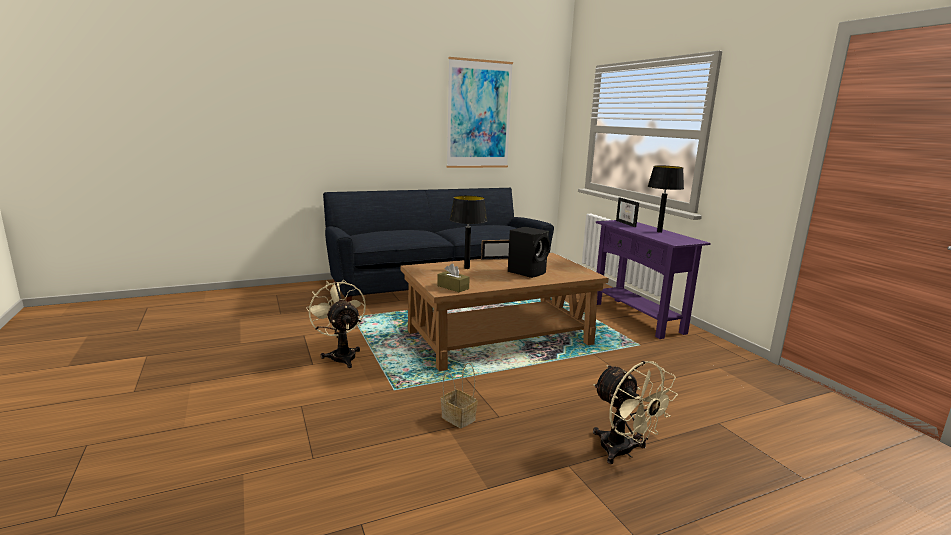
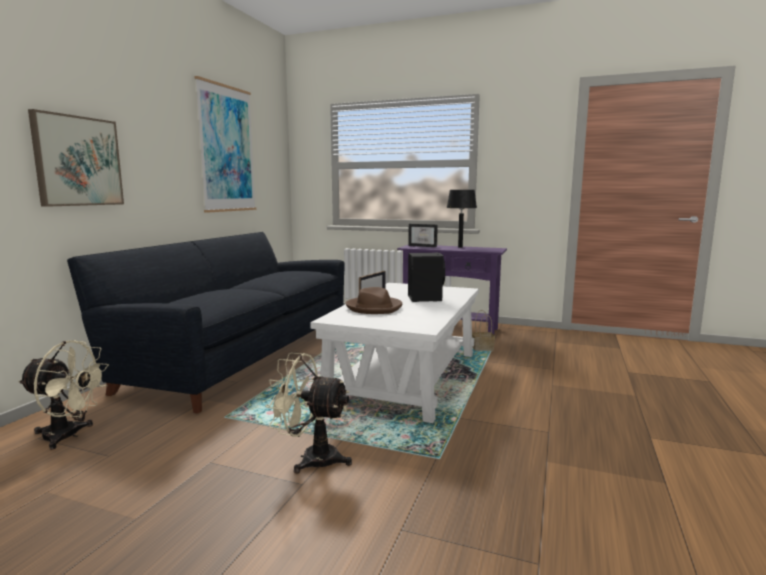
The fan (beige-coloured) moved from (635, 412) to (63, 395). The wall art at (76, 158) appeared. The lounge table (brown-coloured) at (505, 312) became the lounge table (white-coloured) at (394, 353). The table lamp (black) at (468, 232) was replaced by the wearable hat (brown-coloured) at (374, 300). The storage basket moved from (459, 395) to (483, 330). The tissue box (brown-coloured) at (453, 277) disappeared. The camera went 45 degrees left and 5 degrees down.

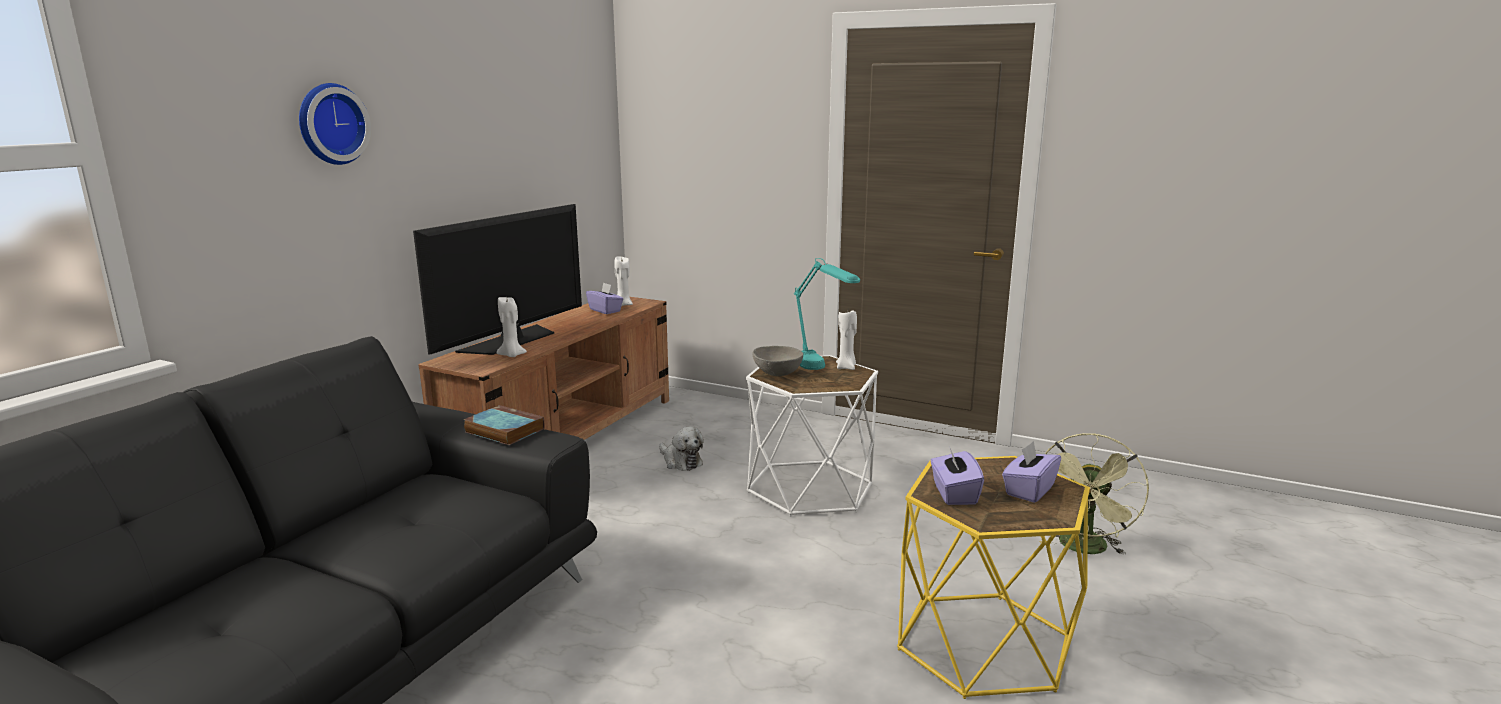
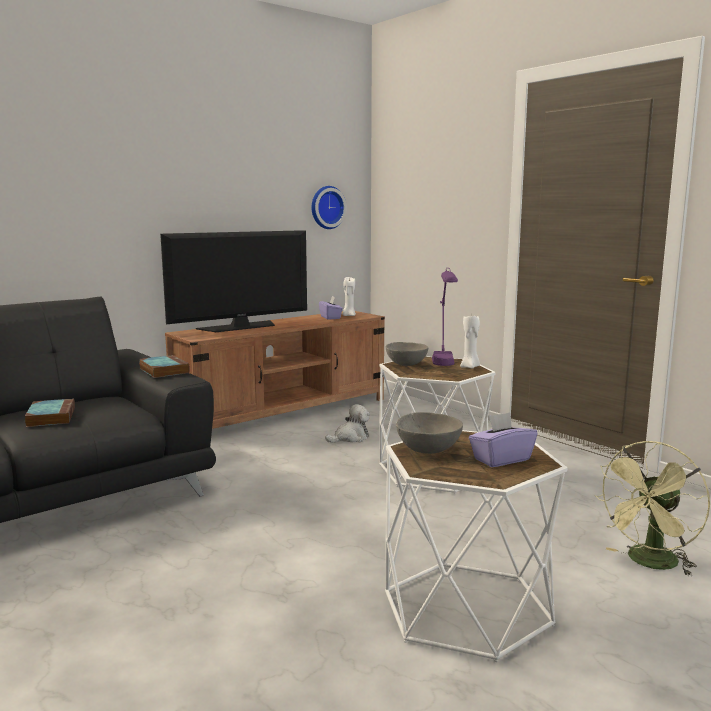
The bound book at (50, 412) appeared. The clock on the wall moved from (335, 124) to (329, 207). The plush toy at (681, 448) turned 105 degrees counterclockwise. The end table (yellow-coloured) at (993, 577) became the end table (white-coloured) at (476, 546). The tissue box (purple) at (957, 475) was replaced by the serving bowl (greyish) at (429, 433). The table lamp (turquoise-coloured) at (827, 314) became the table lamp (purple) at (445, 317). The wax candle (white-coloured) at (512, 327) disappeared. The camera went 25 degrees right and 5 degrees down.

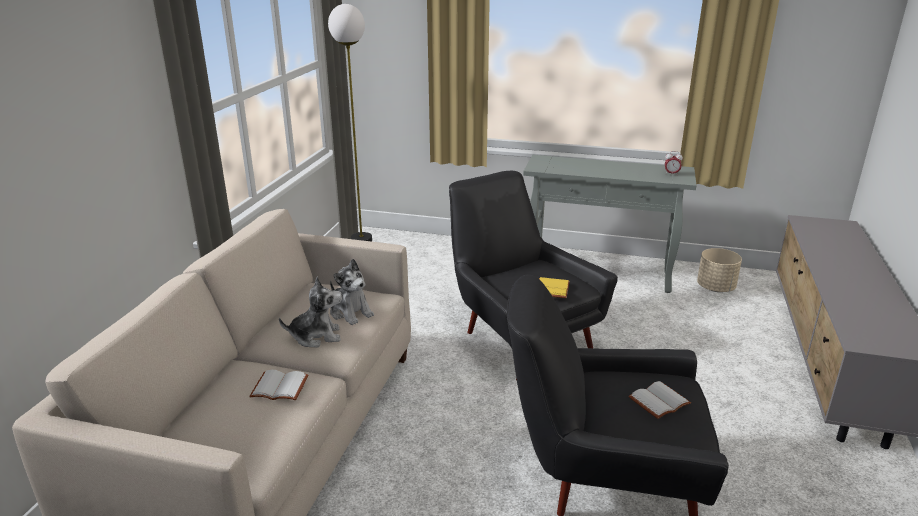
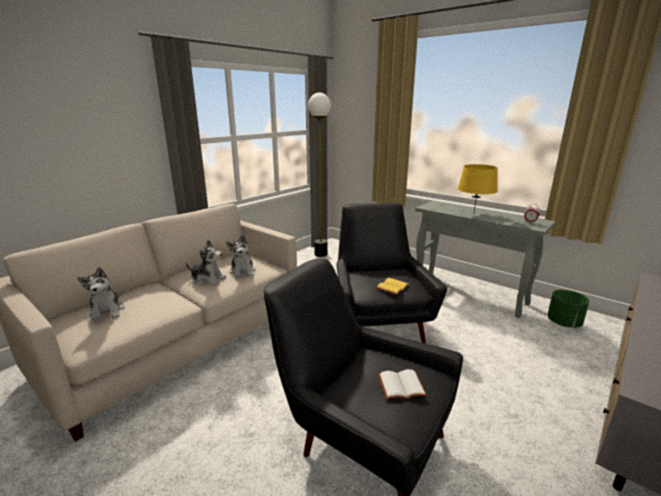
The plush toy at (101, 295) appeared. The table lamp (yellow-coloured) at (478, 188) appeared. The plant pot (beige-coloured) at (719, 270) became the plant pot (green-coloured) at (568, 309). The bound book (white-coloured) at (278, 385) disappeared. The camera went 25 degrees right and 5 degrees down.

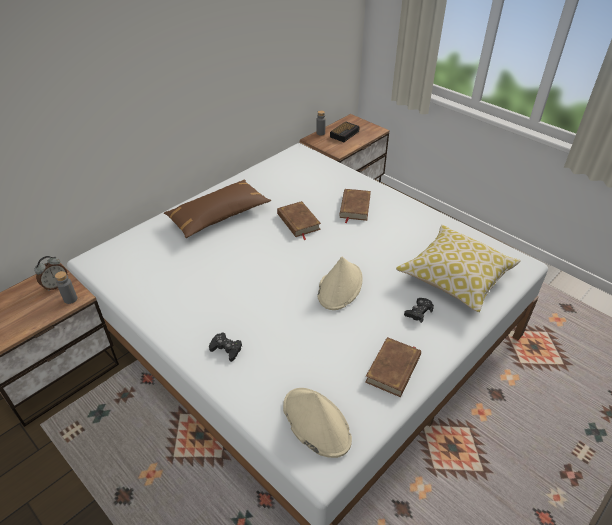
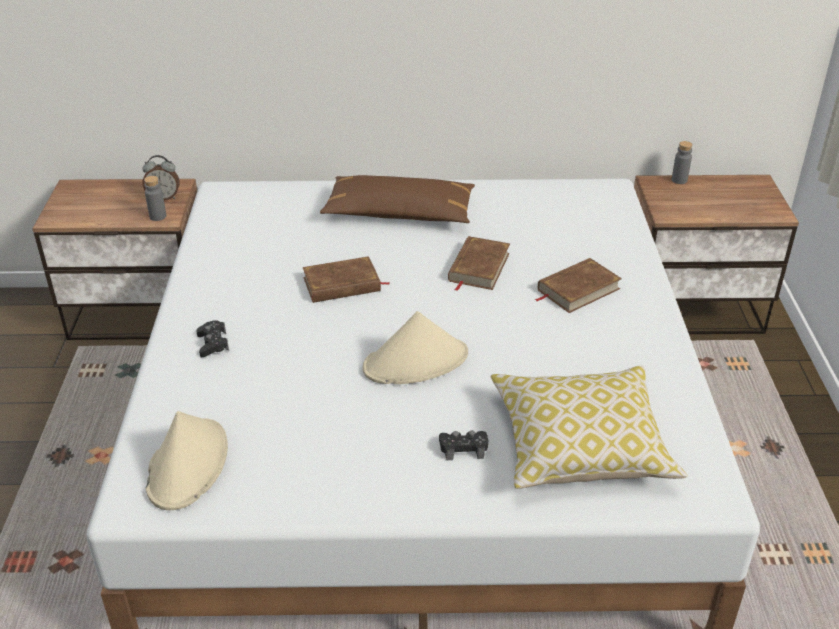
The bound book (brown-coloured) moved from (393, 367) to (346, 279). The alarm clock at (345, 132) disappeared. The camera went 45 degrees right and 5 degrees down.

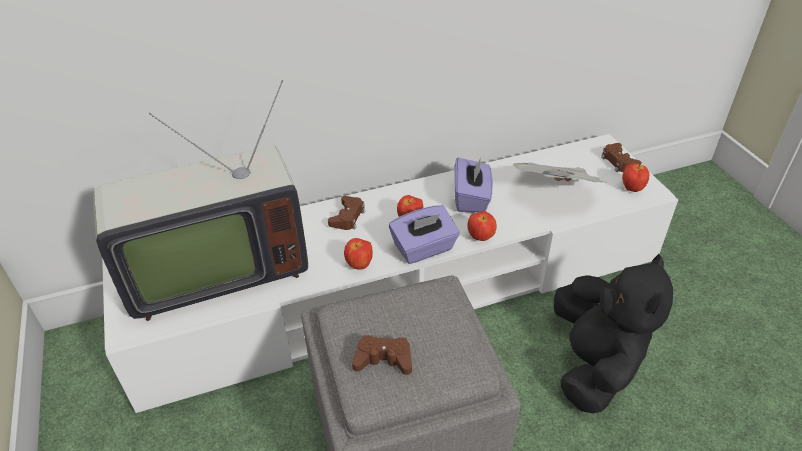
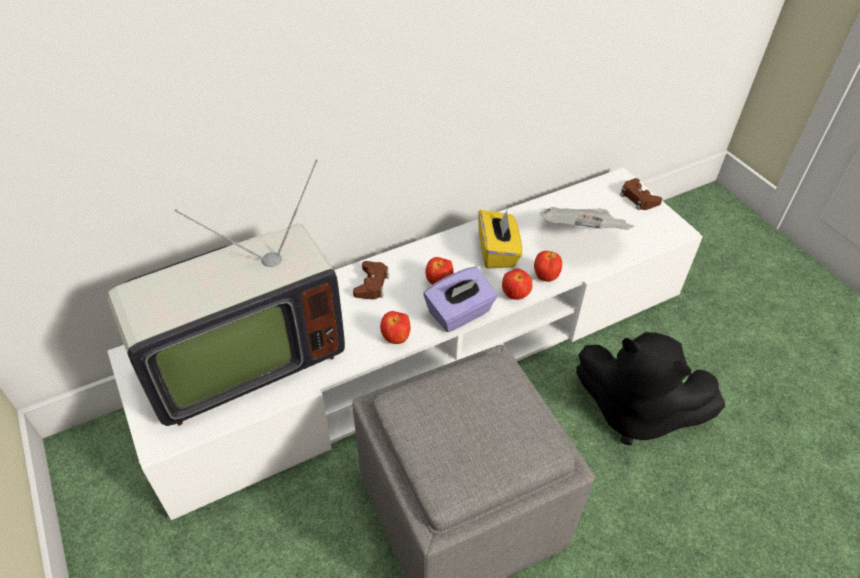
The tissue box (purple) at (473, 185) became the tissue box (yellow-coloured) at (500, 239). The apple moved from (636, 177) to (548, 266). The plush toy (black) at (613, 333) turned 120 degrees clockwise. The game controller (brown-coloured) at (382, 355) disappeared. The camera went 10 degrees left and 5 degrees up.

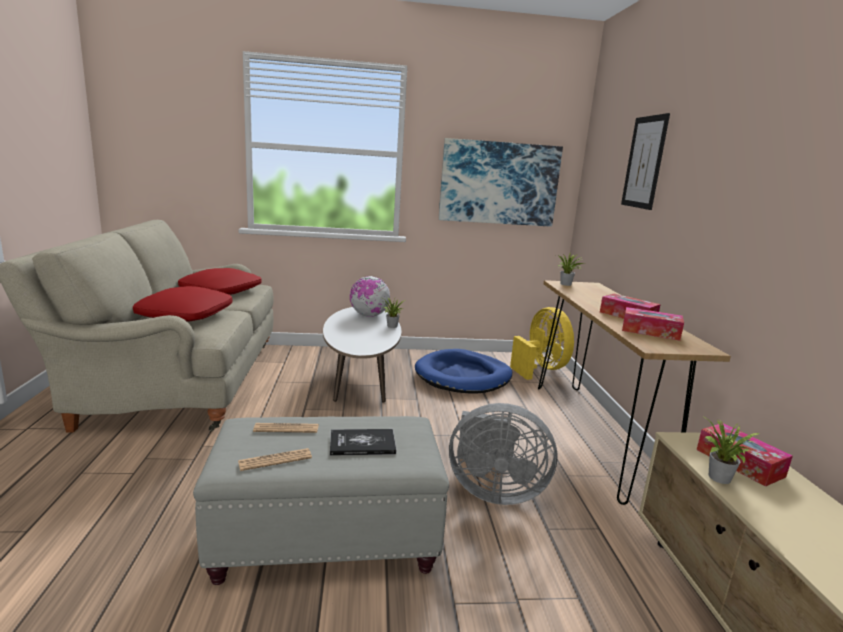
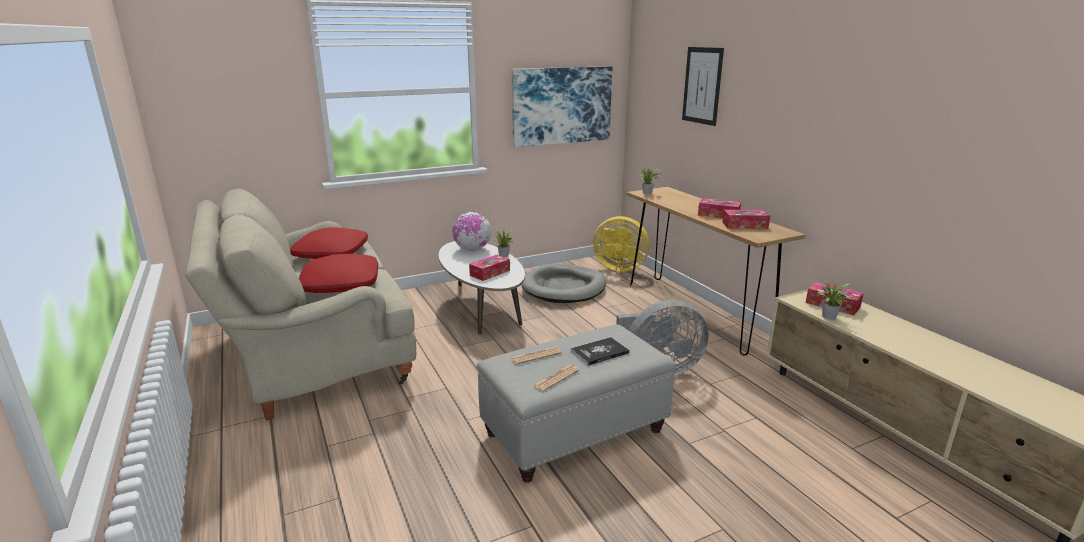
The tissue box at (489, 268) appeared. The dog bed (bluish) at (463, 371) became the dog bed (greyish) at (563, 283). The fan (yellow-coloured) at (542, 343) turned 150 degrees clockwise. The camera went 20 degrees left and 5 degrees up.

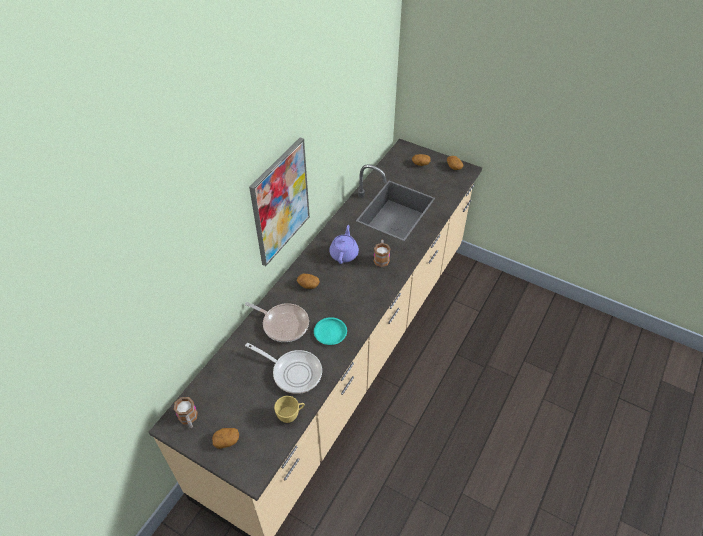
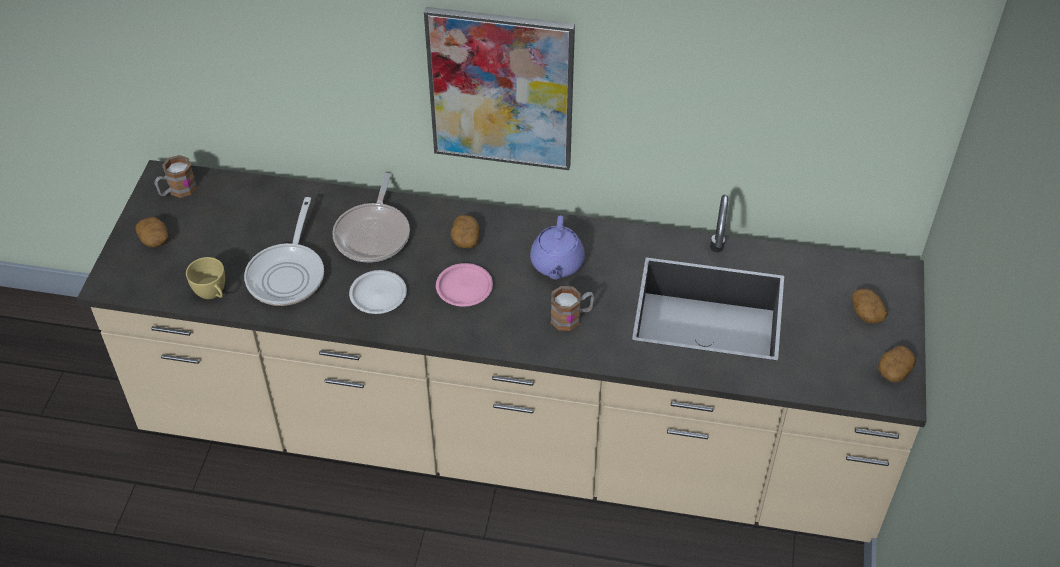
The dinner plate (turquoise-coloured) at (330, 331) became the dinner plate (white-coloured) at (378, 292). The dinner plate (pink-coloured) at (464, 285) appeared. The teapot (purple) at (344, 244) turned 105 degrees clockwise. The camera went 70 degrees right and 0 degrees up.

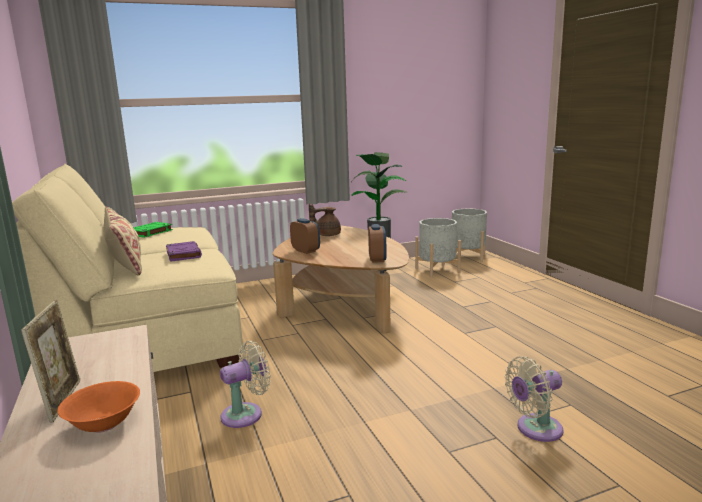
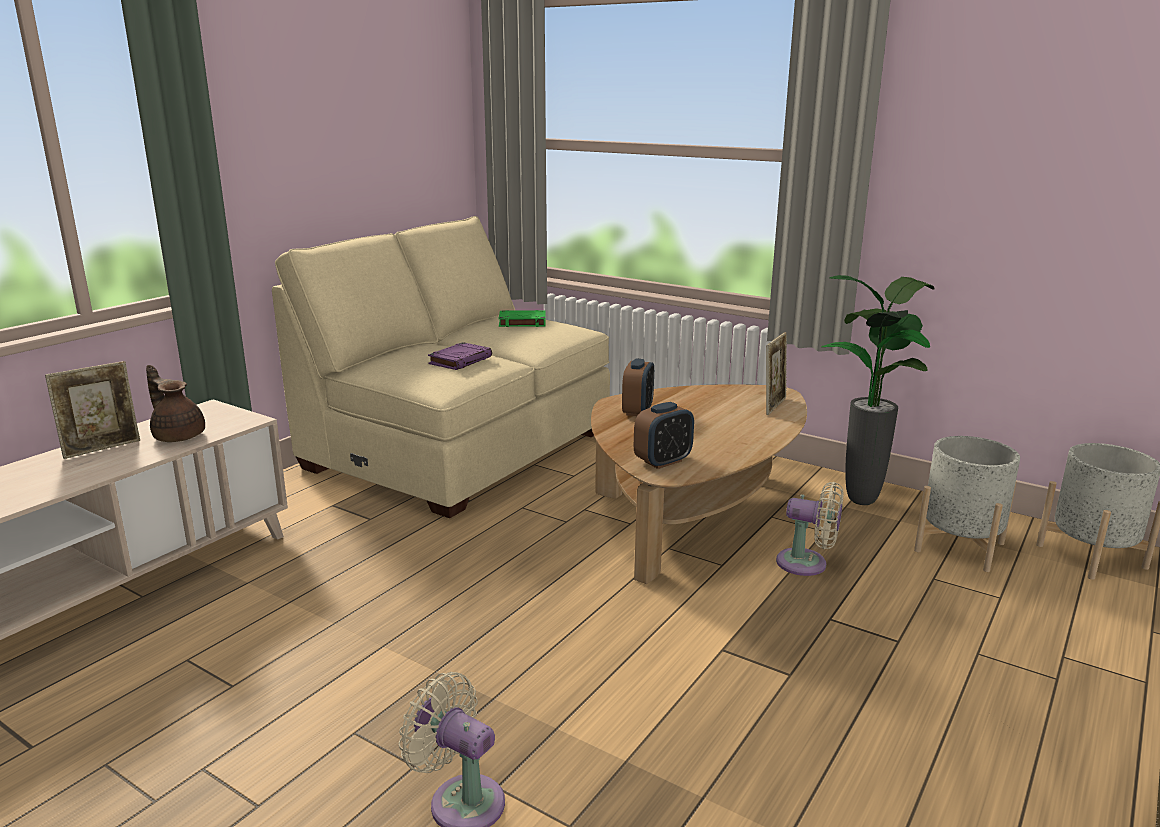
The teapot (brown-coloured) moved from (325, 220) to (175, 403). The standing frame at (776, 373) appeared. The fan (beige-coloured) moved from (245, 384) to (810, 529). The serving bowl (orange-coloured) at (98, 407) disappeared. The cushion (beige-coloured) at (123, 241) disappeared. The camera went 55 degrees right and 5 degrees up.

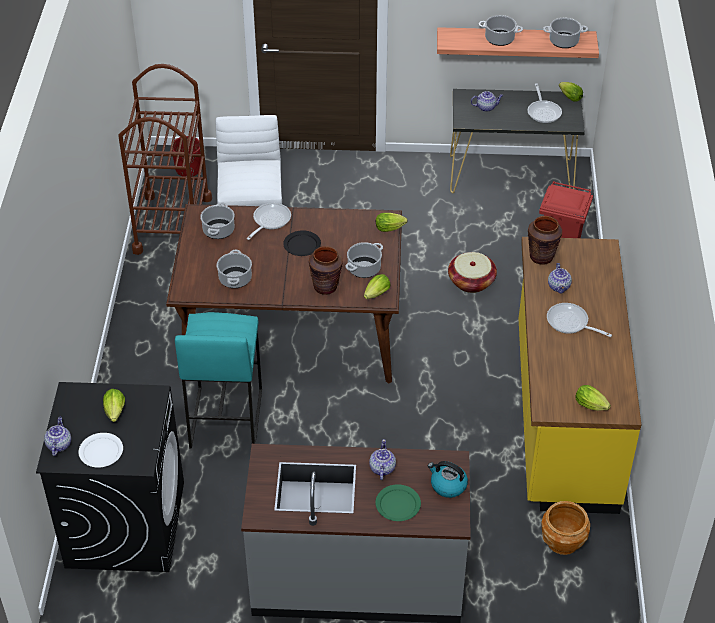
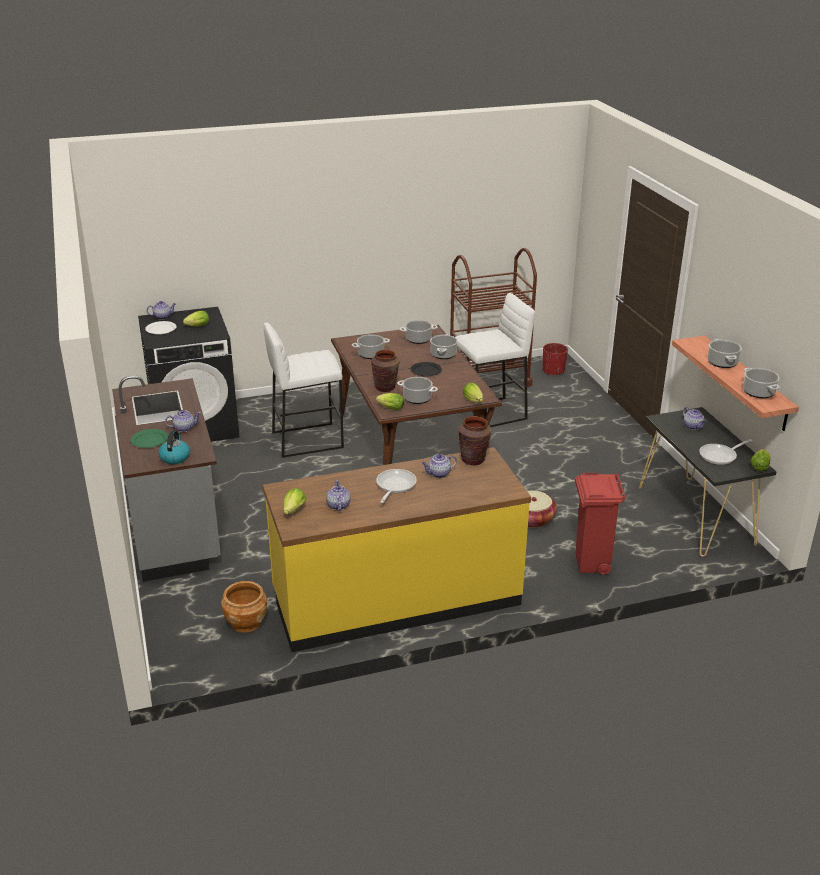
The stool seat (turquoise-coloured) at (218, 380) became the stool seat (white-coloured) at (304, 390). The teapot at (338, 495) appeared. The frying pan at (269, 221) was replaced by the cooking pot at (444, 346). The camera went 70 degrees right and 15 degrees down.

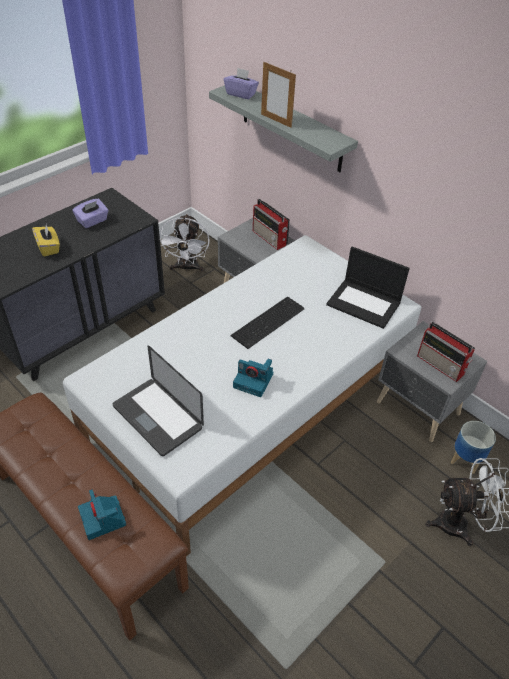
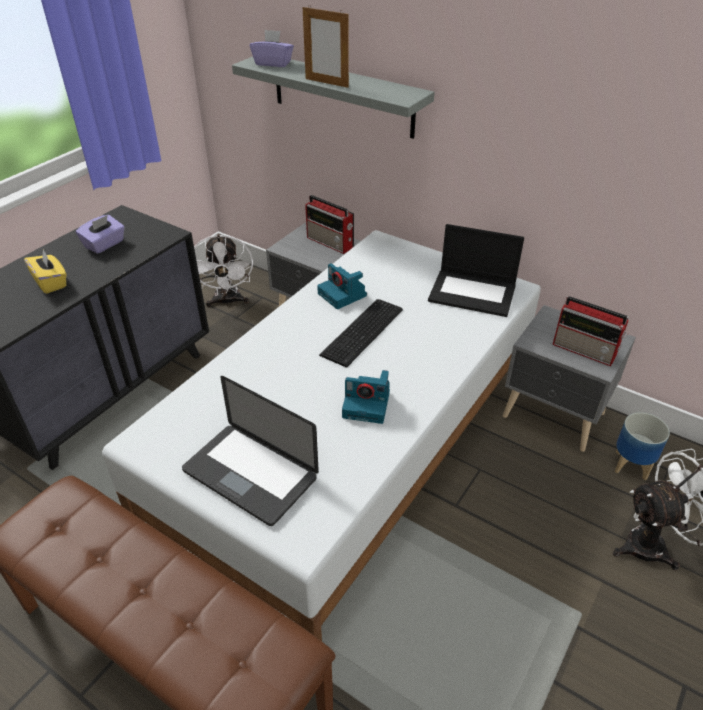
The still camera moved from (102, 514) to (342, 286). The camera went 10 degrees left and 5 degrees down.

